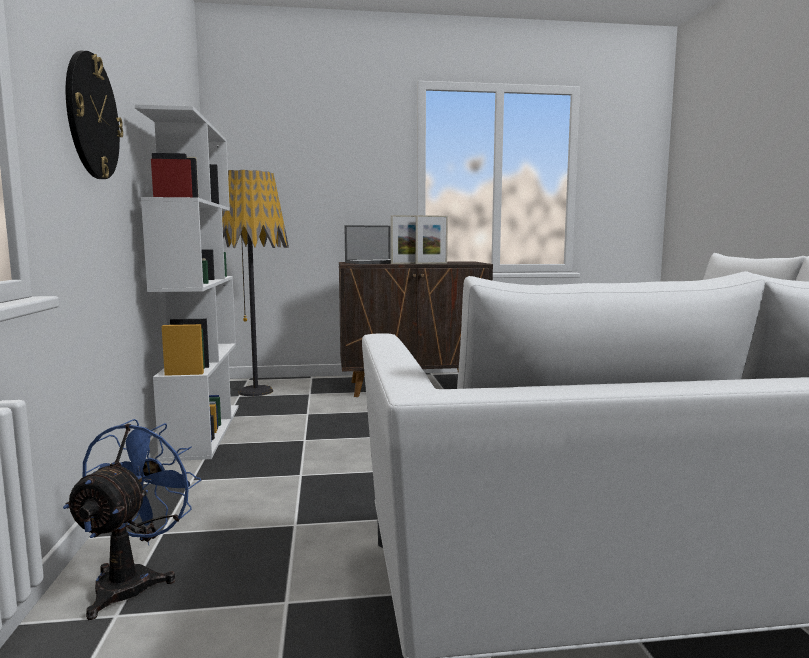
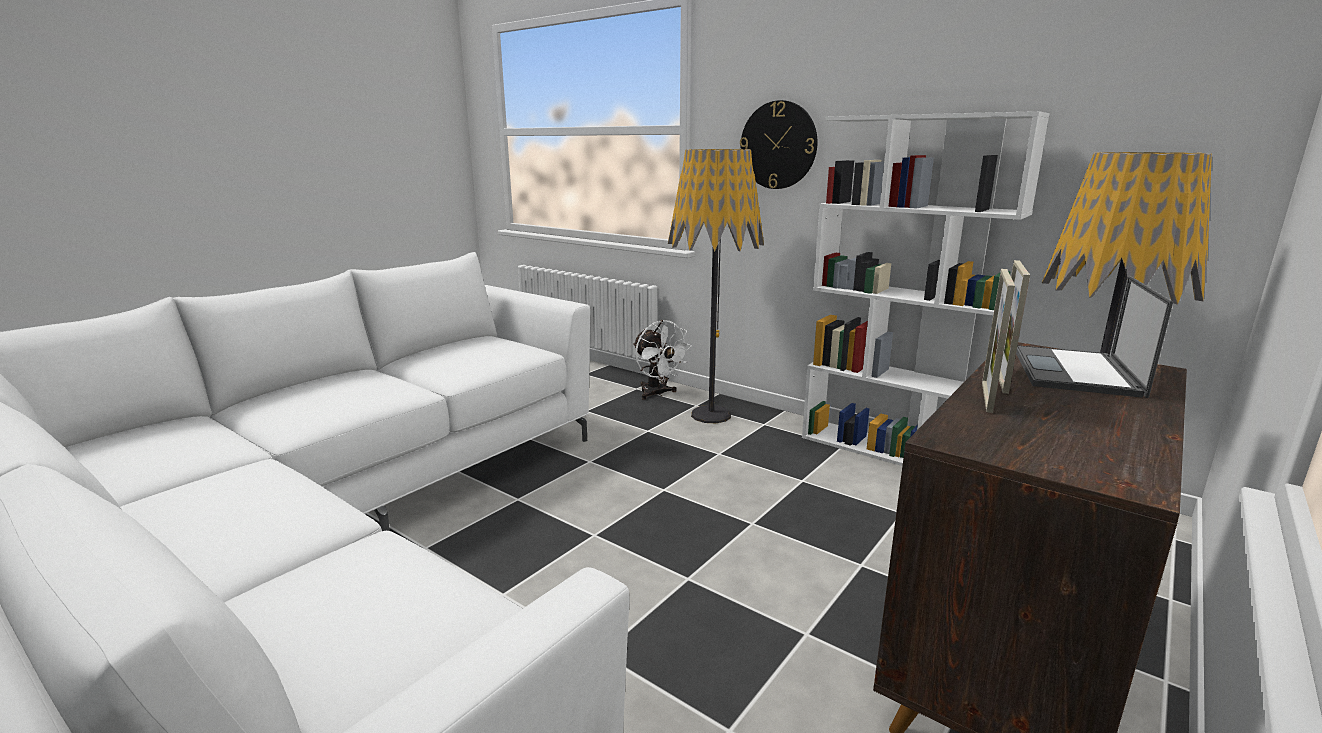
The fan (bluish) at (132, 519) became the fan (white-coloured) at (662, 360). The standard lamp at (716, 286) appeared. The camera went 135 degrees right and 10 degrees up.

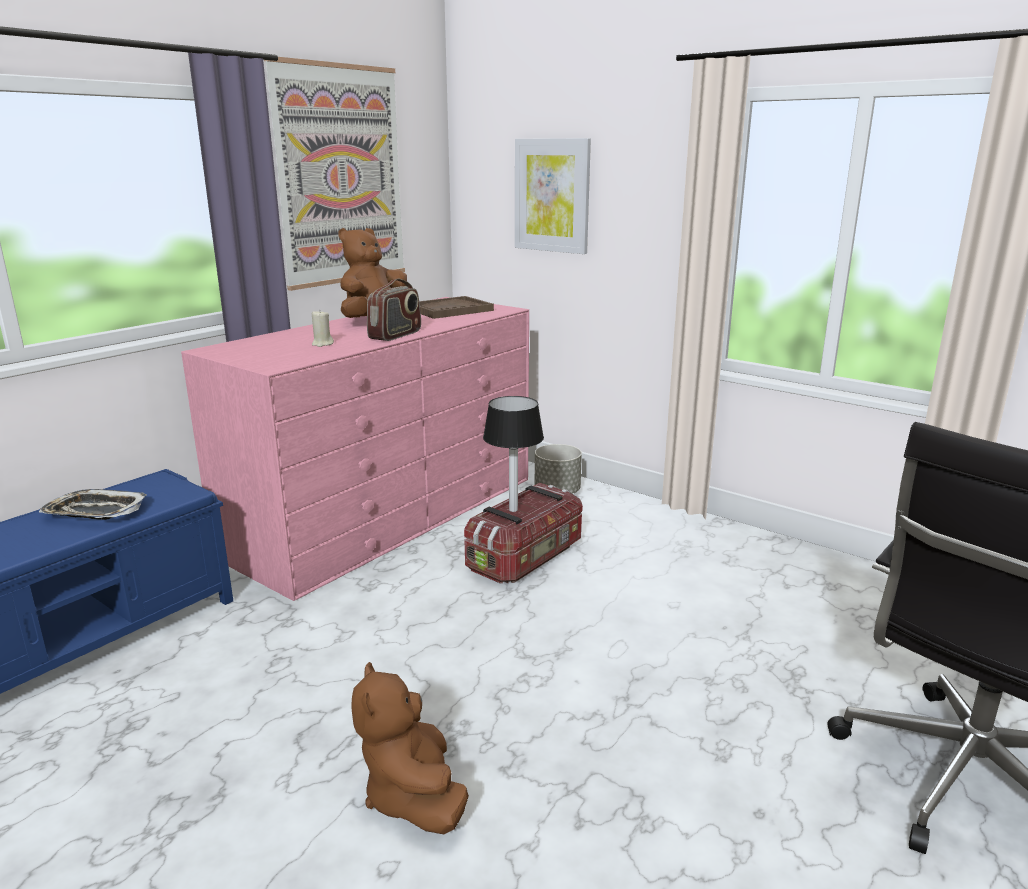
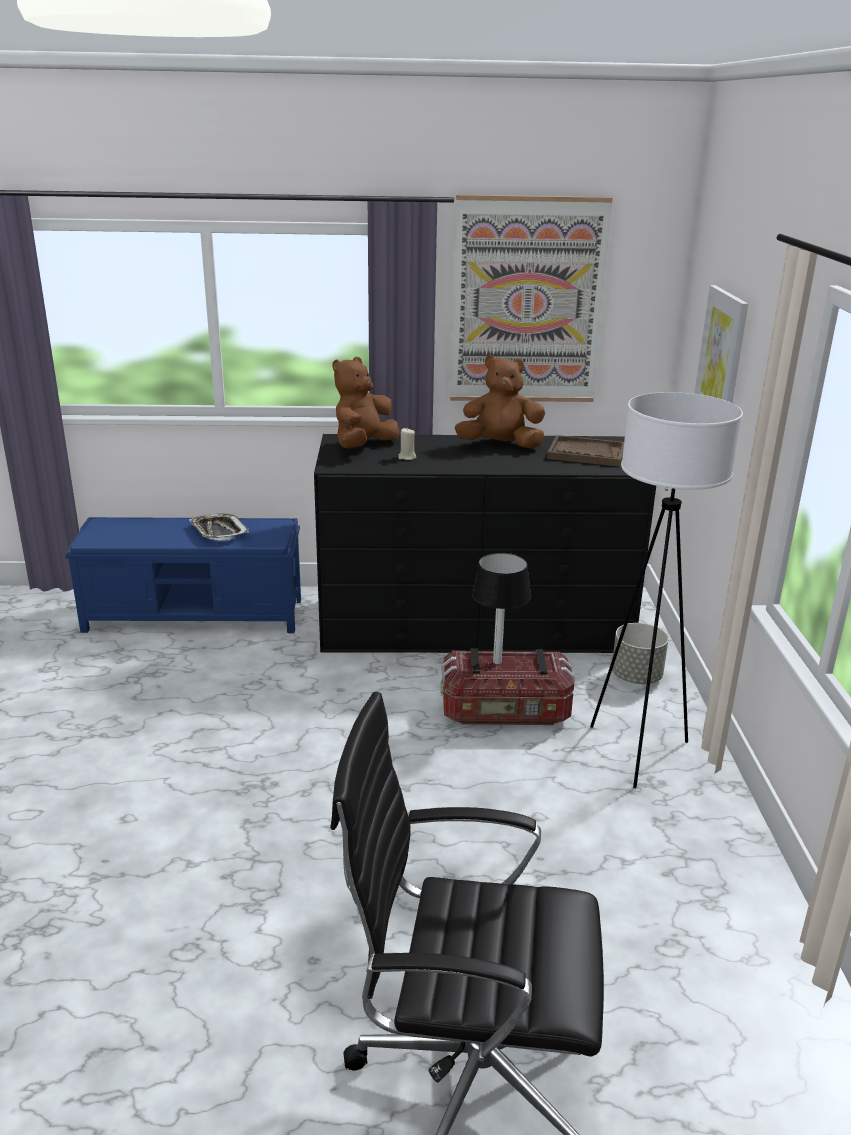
The dresser (pink-coloured) at (355, 449) became the dresser (black) at (485, 543). The plush toy (brown-coloured) moved from (410, 748) to (366, 403). The standard lamp (white-coloured) at (666, 590) appeared. The radio at (394, 310) disappeared. The camera went 50 degrees right and 5 degrees up.

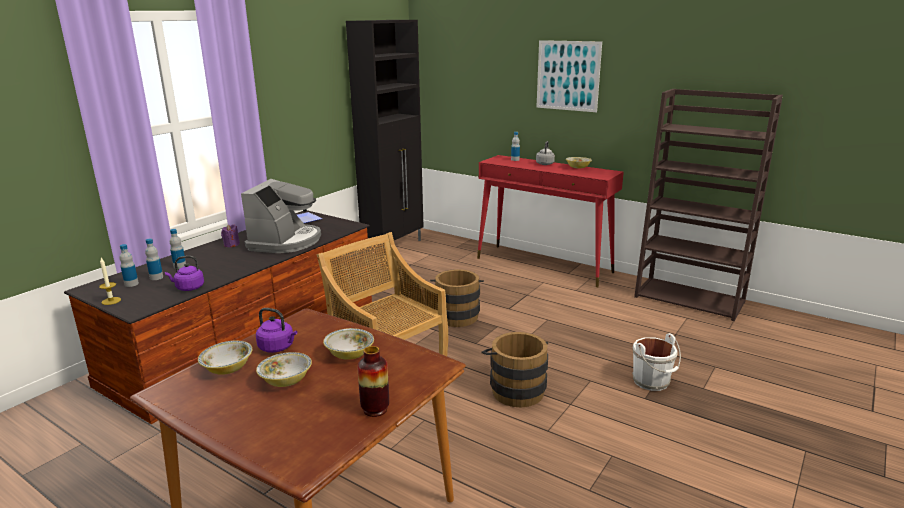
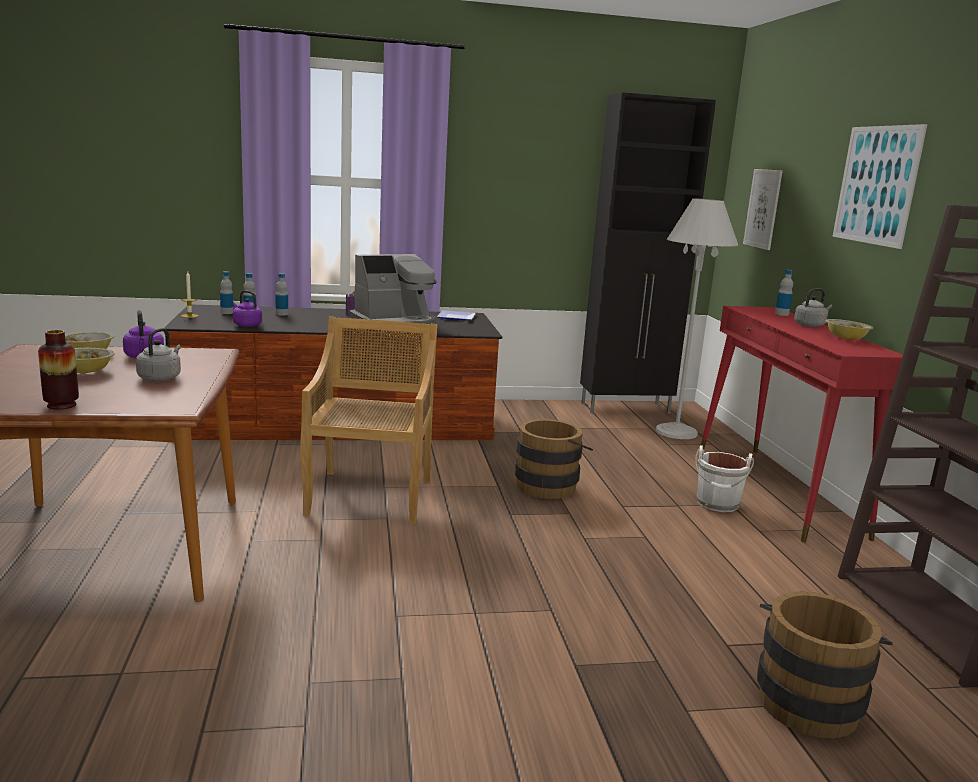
The serving bowl at (348, 344) was replaced by the kettle (greyish) at (158, 354). The standard lamp (white-coloured) at (697, 319) appeared. The pail (white-coloured) moved from (656, 362) to (724, 478). The wall art at (763, 209) appeared. The pail (brown-coloured) moved from (514, 370) to (825, 664). The camera went 45 degrees right and 5 degrees down.

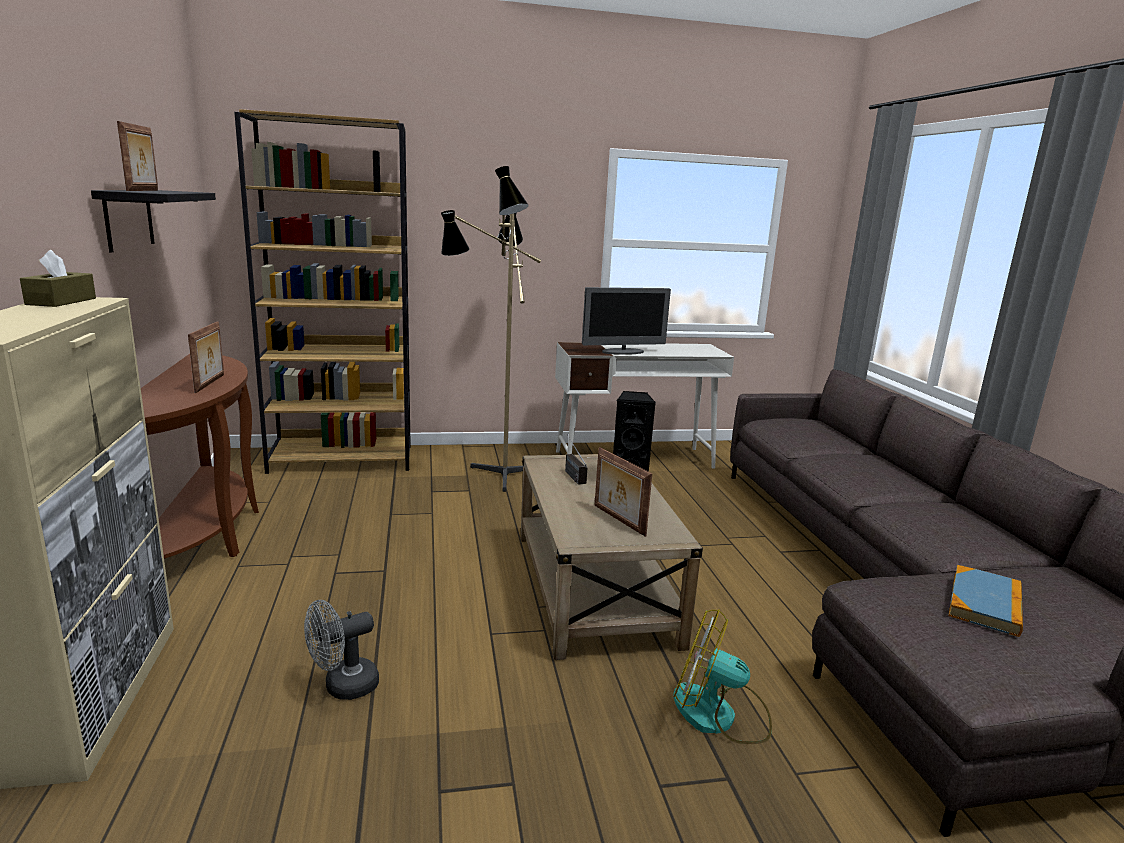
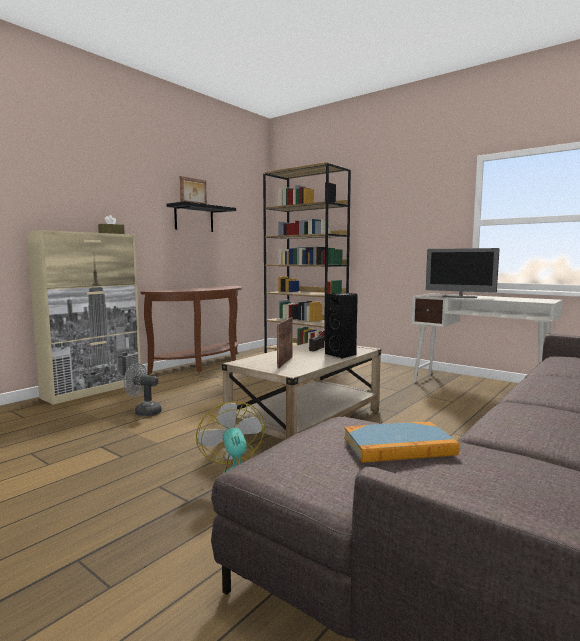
The standing frame at (206, 357) disappeared. The standard lamp at (491, 329) disappeared. The camera went 50 degrees right and 10 degrees down.

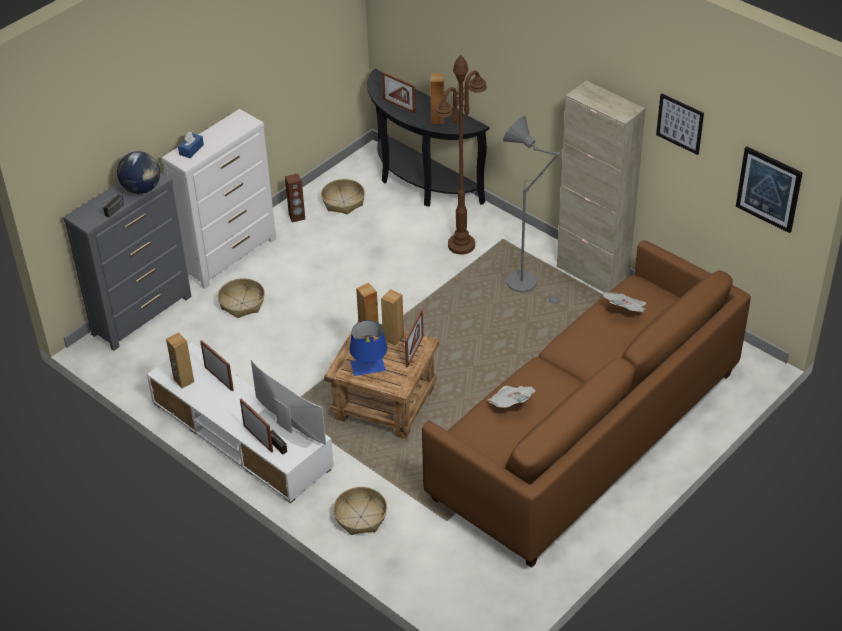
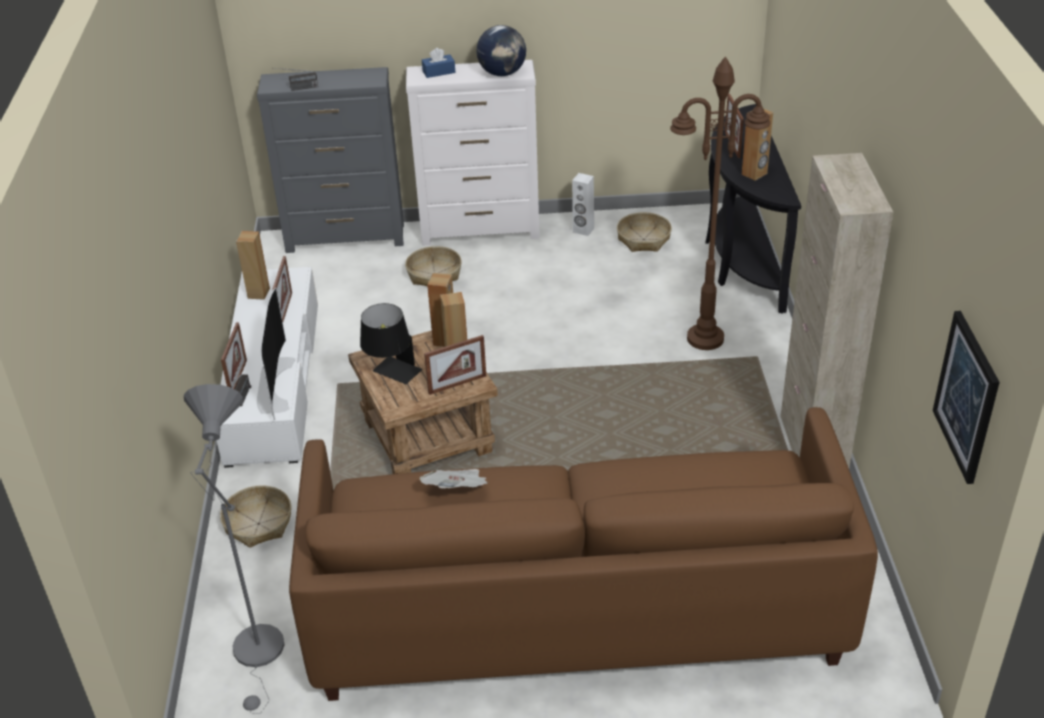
The standard lamp (greyish) moved from (531, 210) to (234, 549). The table lamp (bluish) at (368, 348) became the table lamp (black) at (391, 343). The desk globe moved from (138, 172) to (501, 50). The loudspeaker (brown-coloured) at (295, 198) became the loudspeaker (white-coloured) at (583, 204). The newspaper at (624, 302) disappeared. The wall art at (680, 124) disappeared. The camera went 45 degrees right and 5 degrees down.

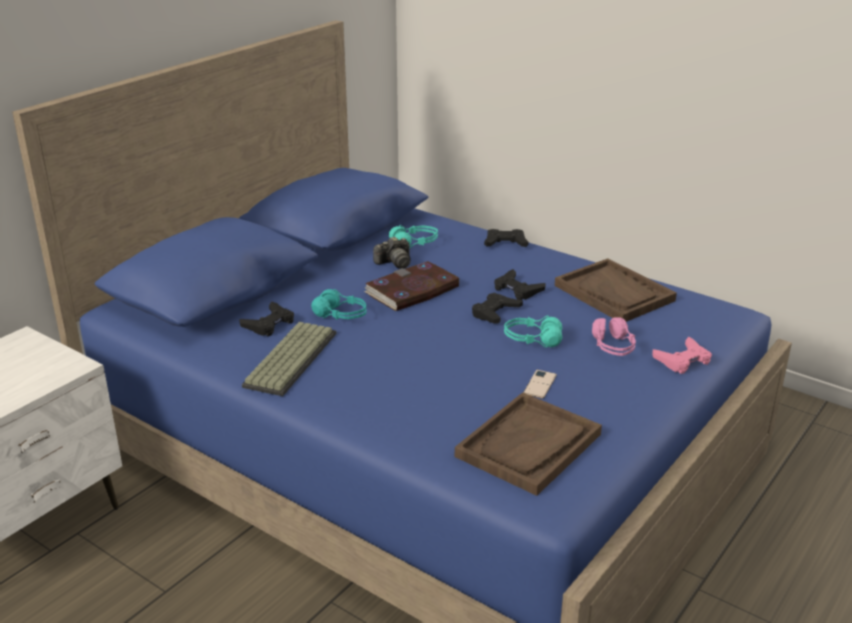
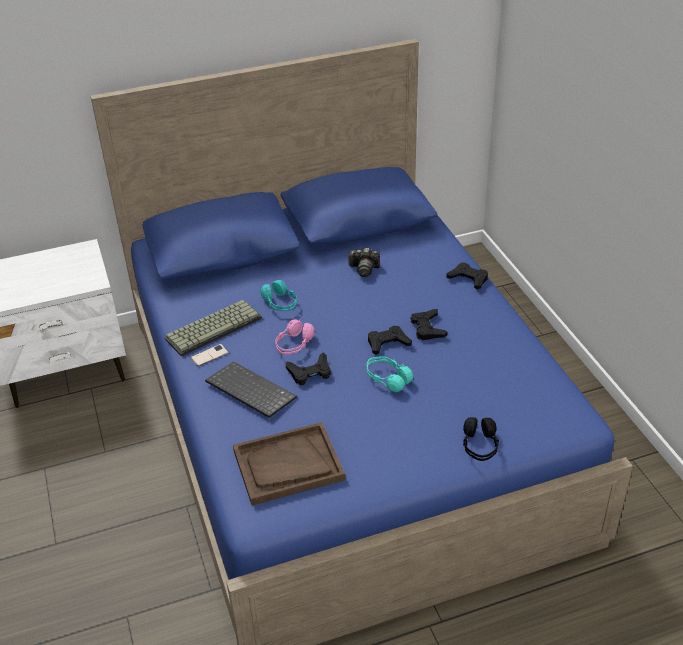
The phone moved from (540, 384) to (209, 355). The PC keyboard at (251, 389) appeared. The headset (pink-coloured) moved from (614, 336) to (295, 337). The game controller (black) moved from (266, 319) to (308, 368). The game controller (pink-coloured) at (682, 355) was replaced by the headset (black) at (481, 439). The bound book at (412, 286) disappeared. The headset (turquoise-coloured) at (413, 237) disappeared. The carrying tray (brown-coloured) at (616, 290) disappeared. The camera went 35 degrees right and 10 degrees up.

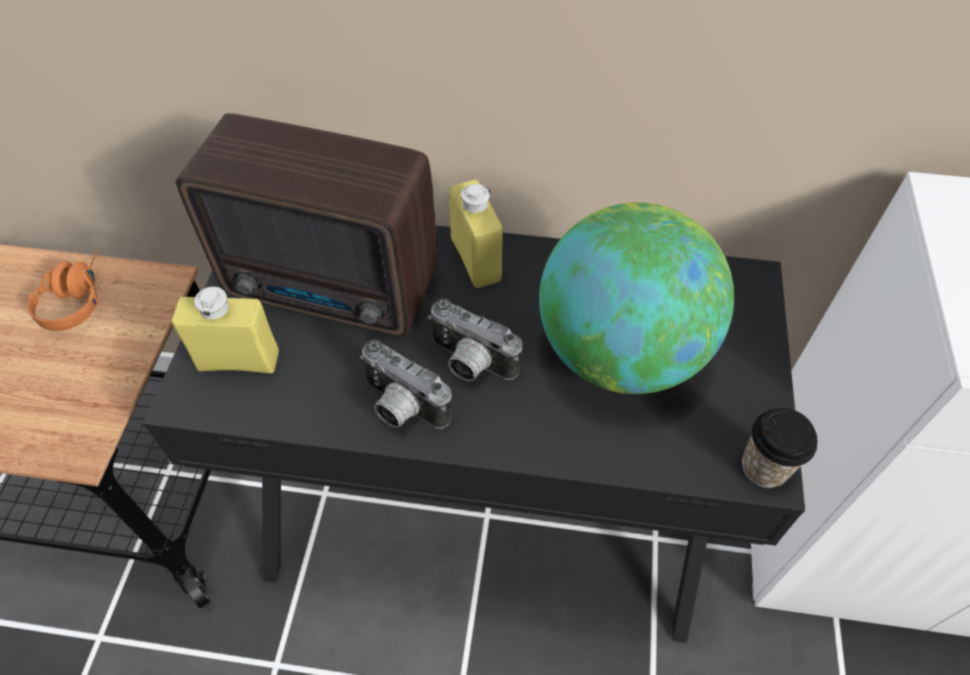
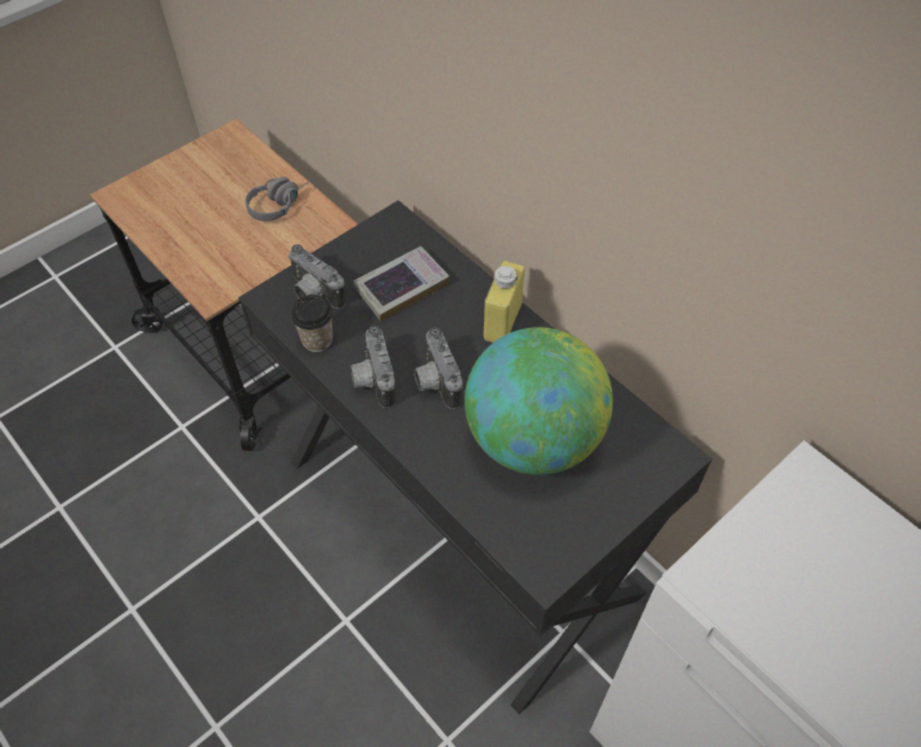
The headset (orange-coloured) at (62, 290) became the headset (greyish) at (278, 199). The bottle (yellow-coloured) at (225, 330) was replaced by the still camera at (317, 276). The small cup moved from (779, 448) to (312, 323). The radio at (307, 224) was replaced by the bound book at (401, 283). The camera went 40 degrees right and 0 degrees up.

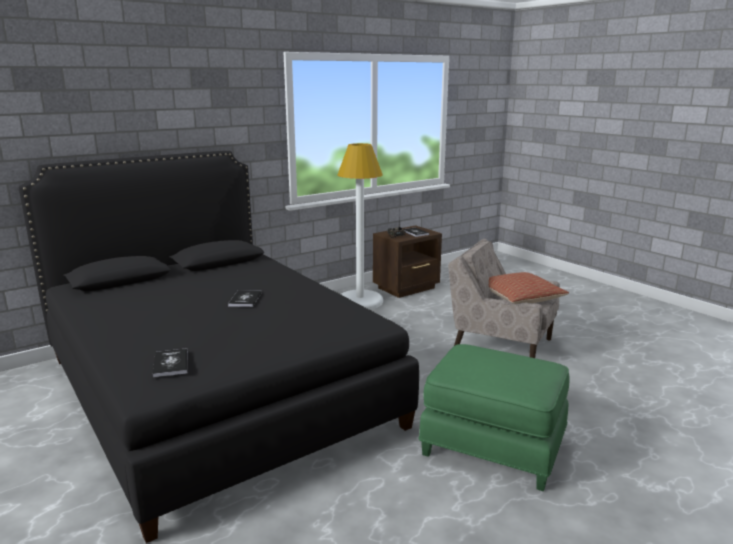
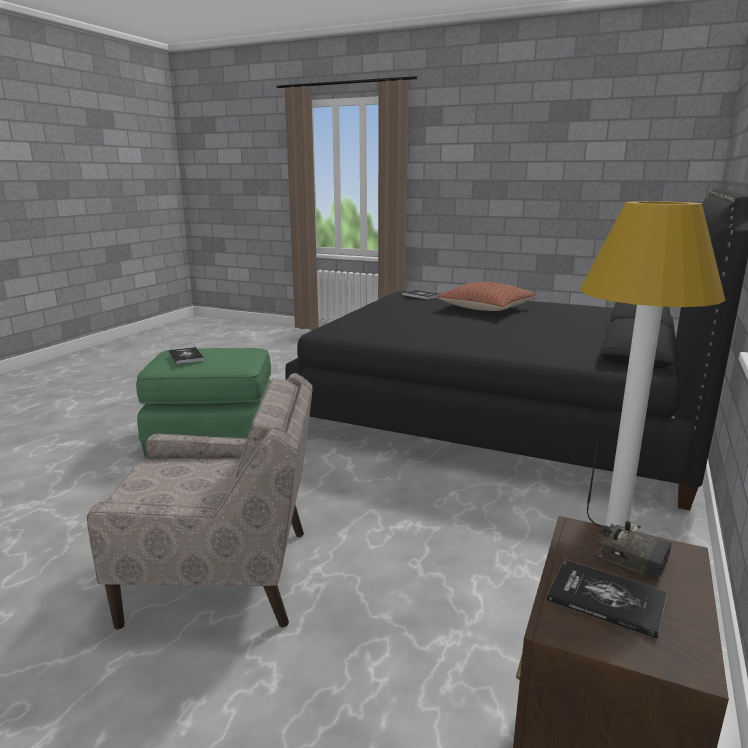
The bound book moved from (245, 298) to (187, 355). The cushion moved from (529, 288) to (487, 296). The camera went 150 degrees right and 0 degrees up.

